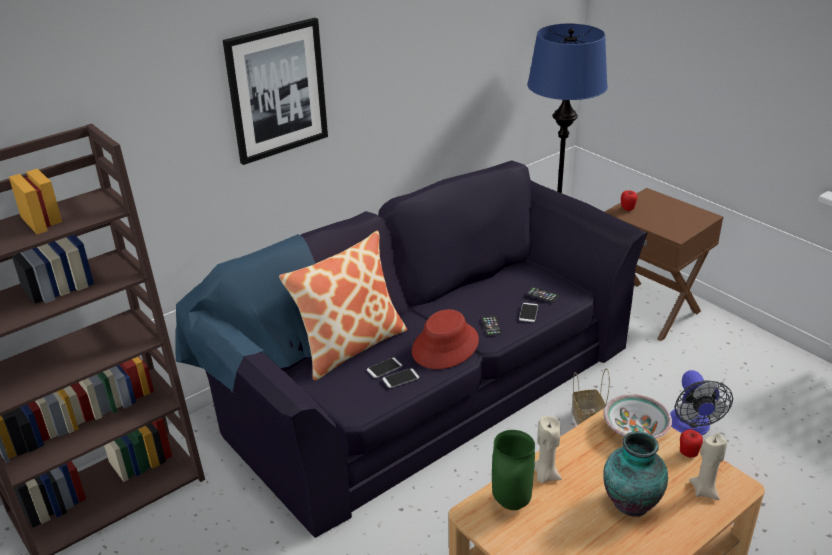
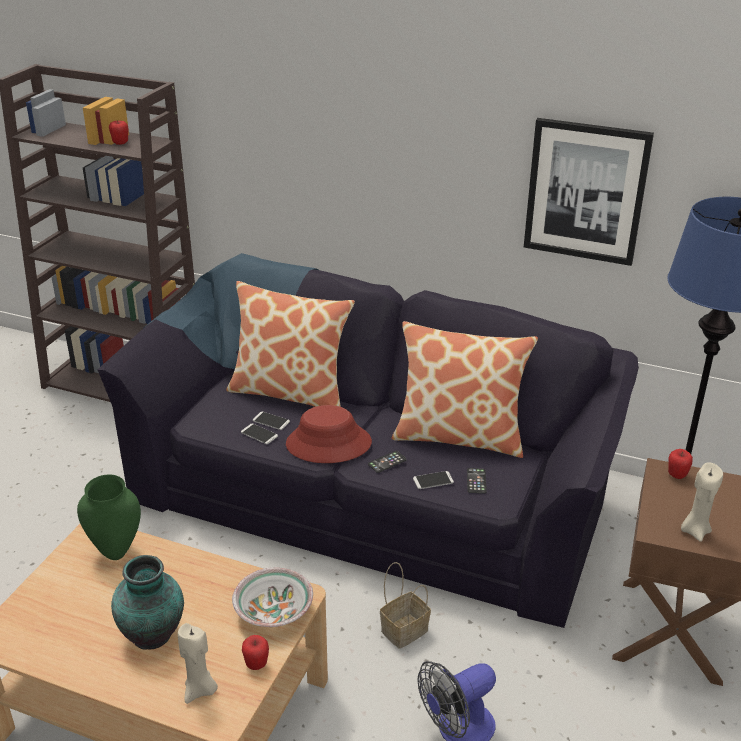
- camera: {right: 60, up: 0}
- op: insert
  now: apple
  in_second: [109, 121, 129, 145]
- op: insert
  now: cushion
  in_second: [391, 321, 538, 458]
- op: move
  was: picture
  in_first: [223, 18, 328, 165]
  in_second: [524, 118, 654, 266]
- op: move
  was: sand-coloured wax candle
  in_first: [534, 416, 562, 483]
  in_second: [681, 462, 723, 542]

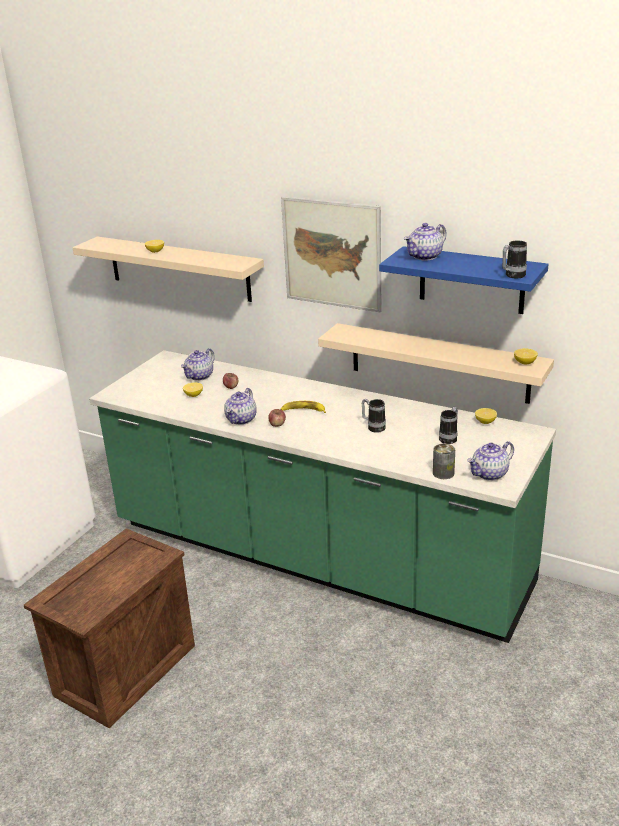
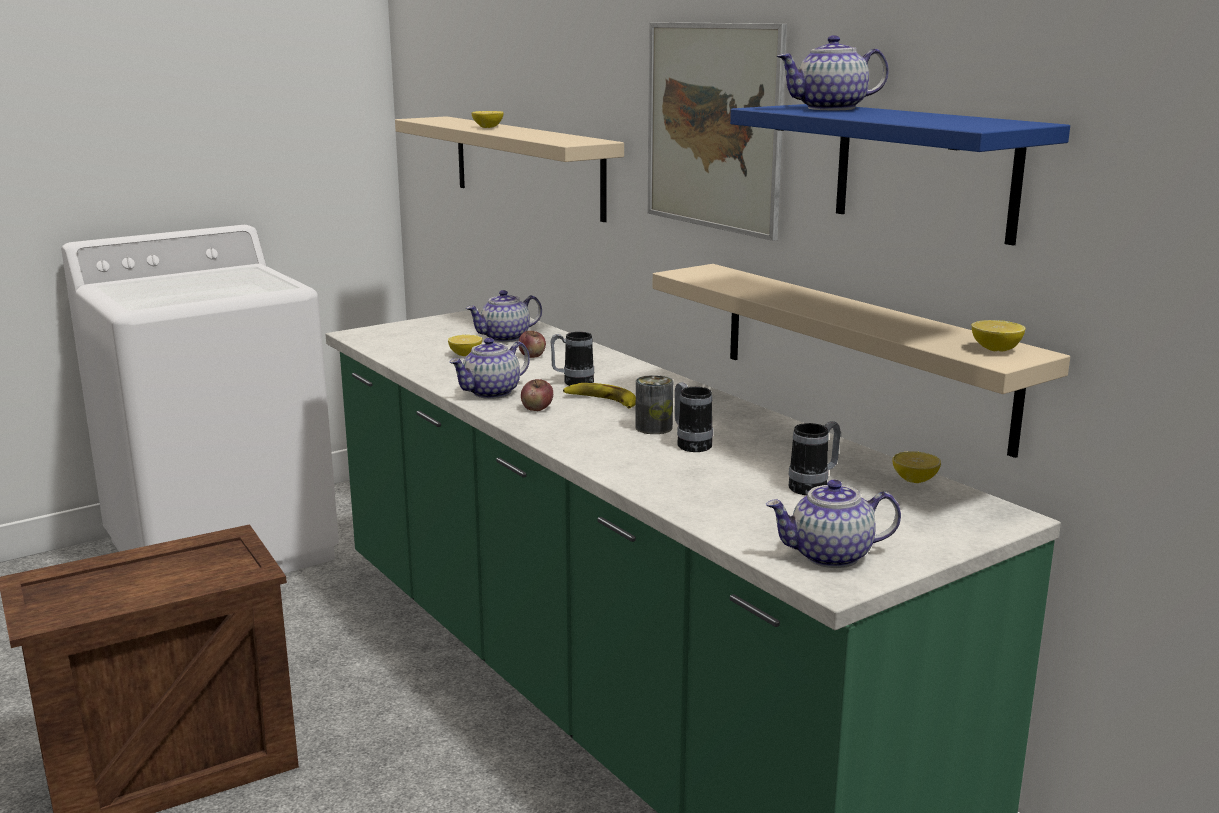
- camera: {right: 25, up: -10}
- op: move
  was: coffee mug
  in_first: [502, 241, 527, 278]
  in_second: [550, 332, 594, 386]
- op: move
  was: metal can
  in_first: [433, 444, 455, 479]
  in_second: [635, 375, 673, 434]

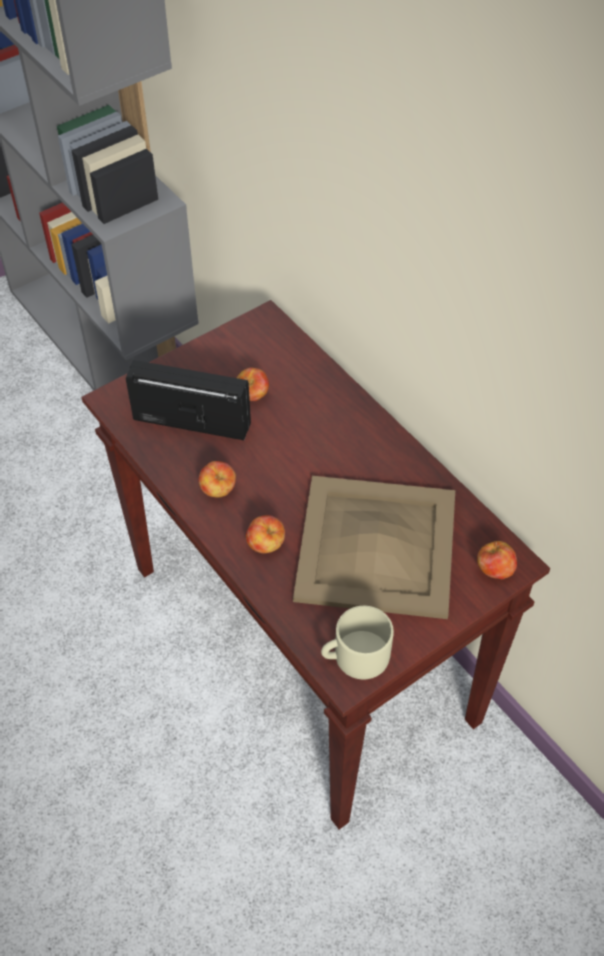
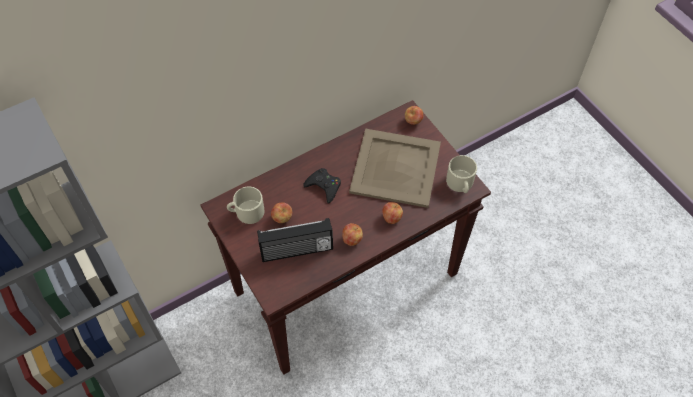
- camera: {right: -85, up: 5}
- op: insert
  now: sand-coloured coffee mug
  in_second: [227, 186, 264, 224]
- op: rotate
  was: radio set
  in_first: [126, 360, 251, 440]
  in_second: [257, 218, 333, 262]
  clockwise: -120
- op: insert
  now: blackish joypad
  in_second: [303, 168, 341, 204]

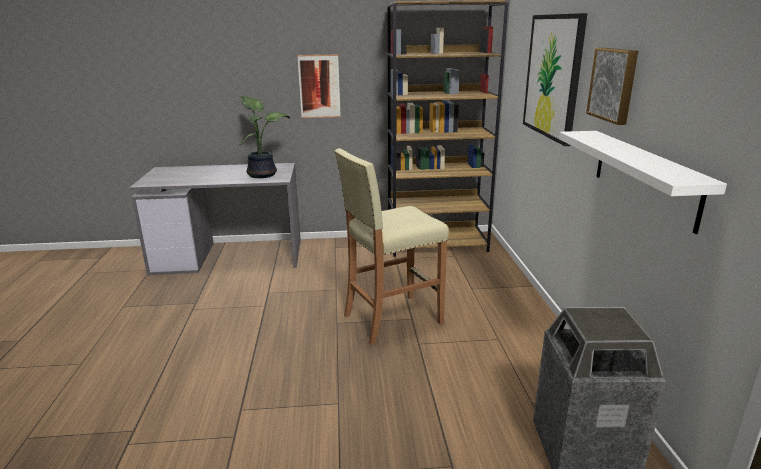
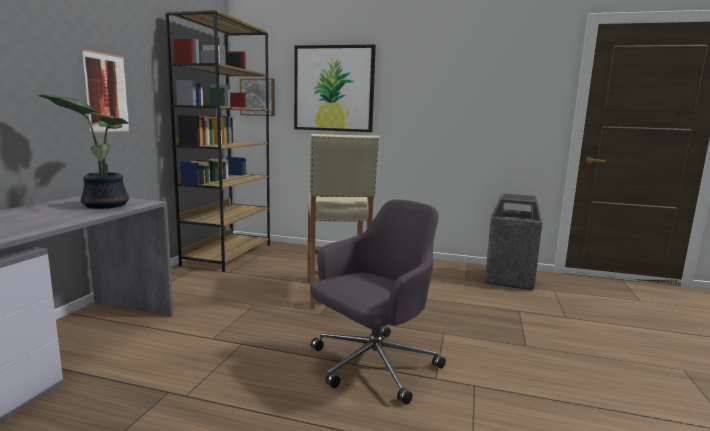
- camera: {right: -70, up: -10}
- op: move
  was: picture
  in_first: [586, 48, 638, 125]
  in_second: [240, 78, 275, 116]
- op: insert
  now: gray office chair
  in_second: [311, 199, 446, 405]
- op: delete
  was: white-coloured shelf
  in_first: [559, 131, 727, 234]

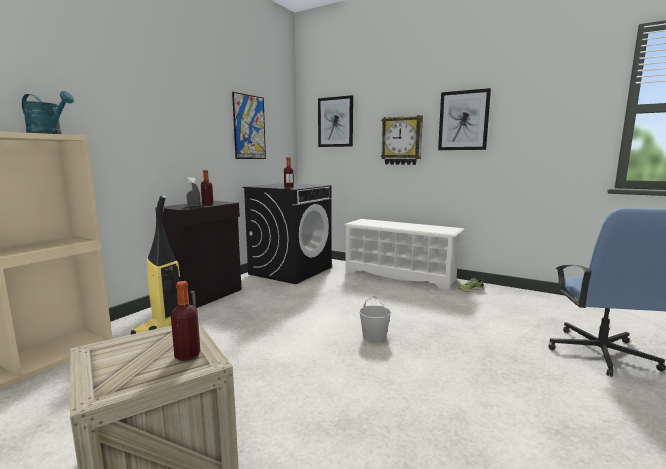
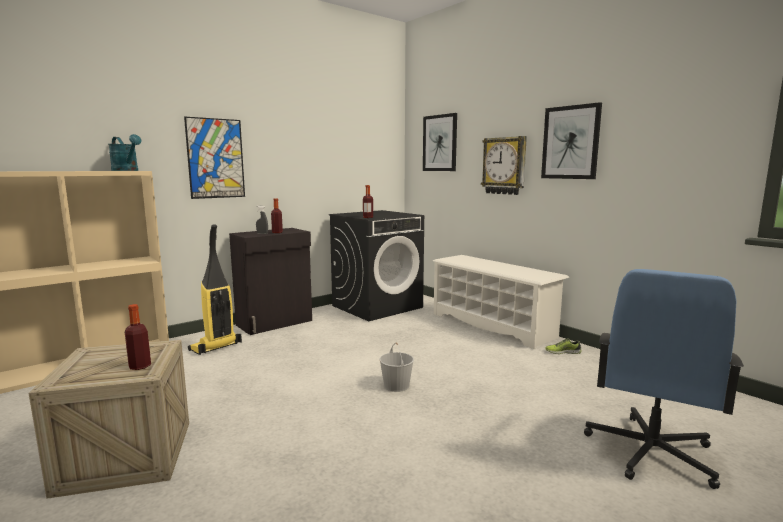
- camera: {right: 20, up: 0}
- op: move
  was: picture
  in_first: [232, 92, 266, 159]
  in_second: [184, 117, 245, 199]

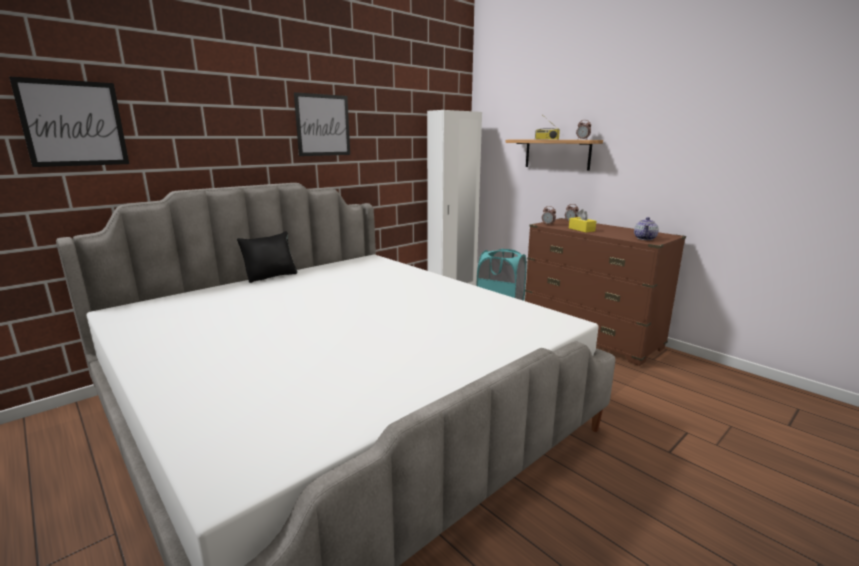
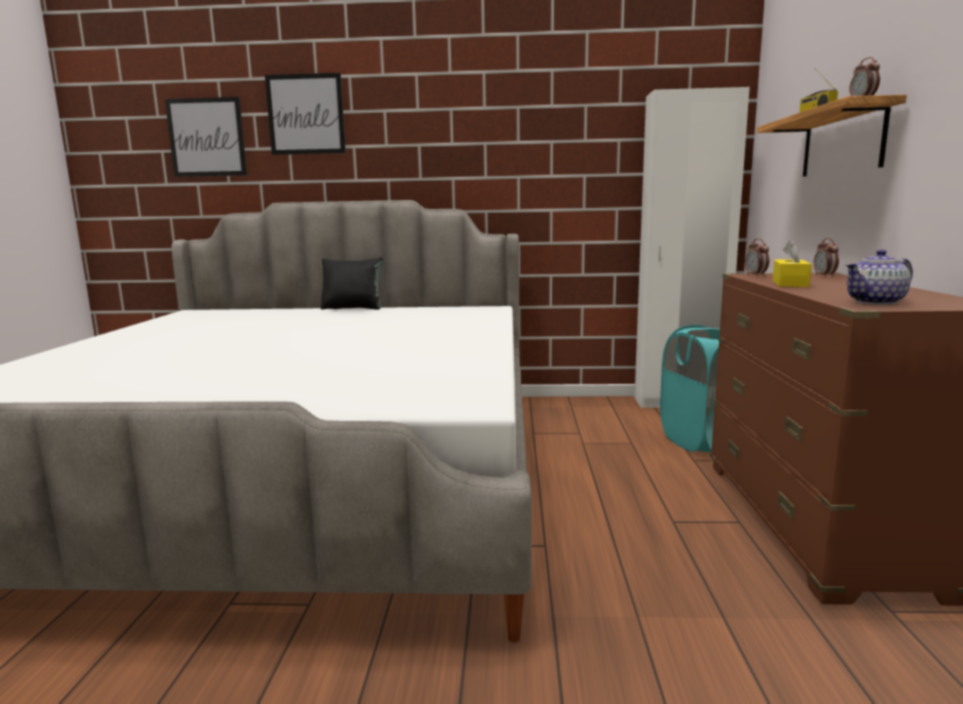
- camera: {right: 45, up: -5}
- op: move
  was: picture
  in_first: [294, 92, 350, 156]
  in_second: [265, 73, 346, 155]

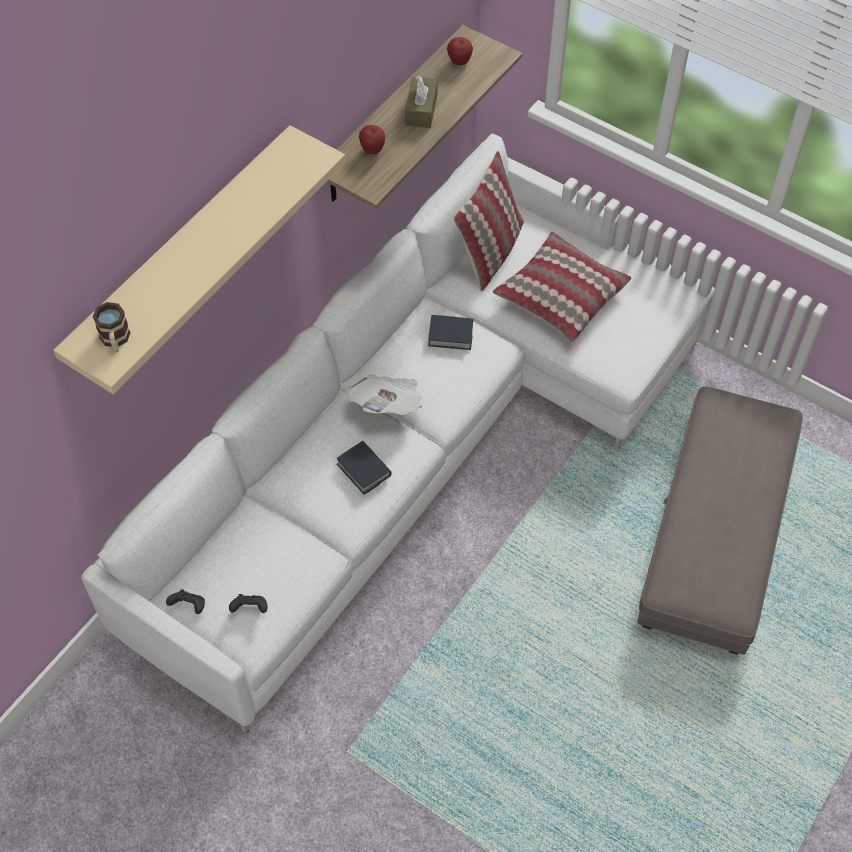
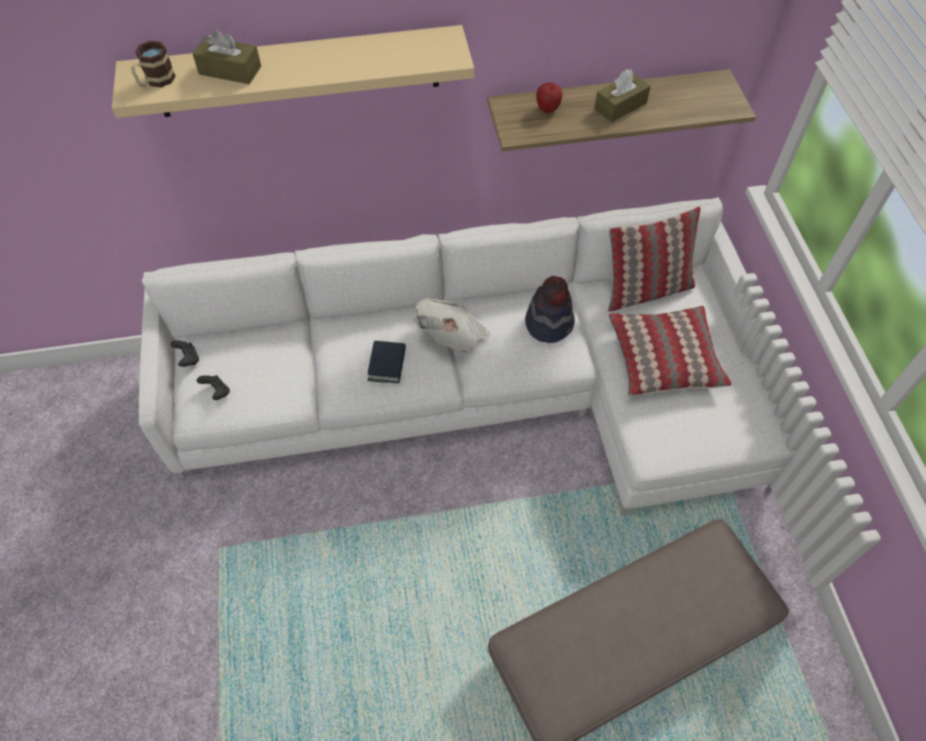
- camera: {right: 45, up: 0}
- op: insert
  now: brownish tissue holder
  in_second: [193, 29, 261, 84]
- op: replace
  was: bound book
  now: hat
  in_first: [428, 315, 473, 350]
  in_second: [525, 276, 575, 343]
- op: delete
  was: apple
  in_first: [447, 37, 473, 65]

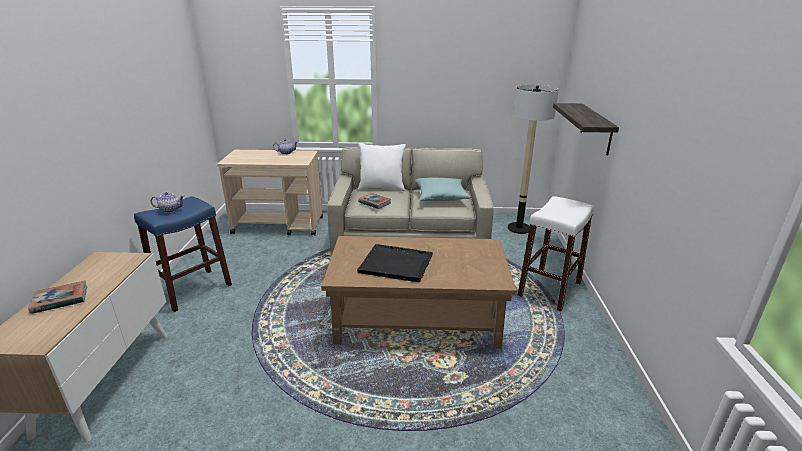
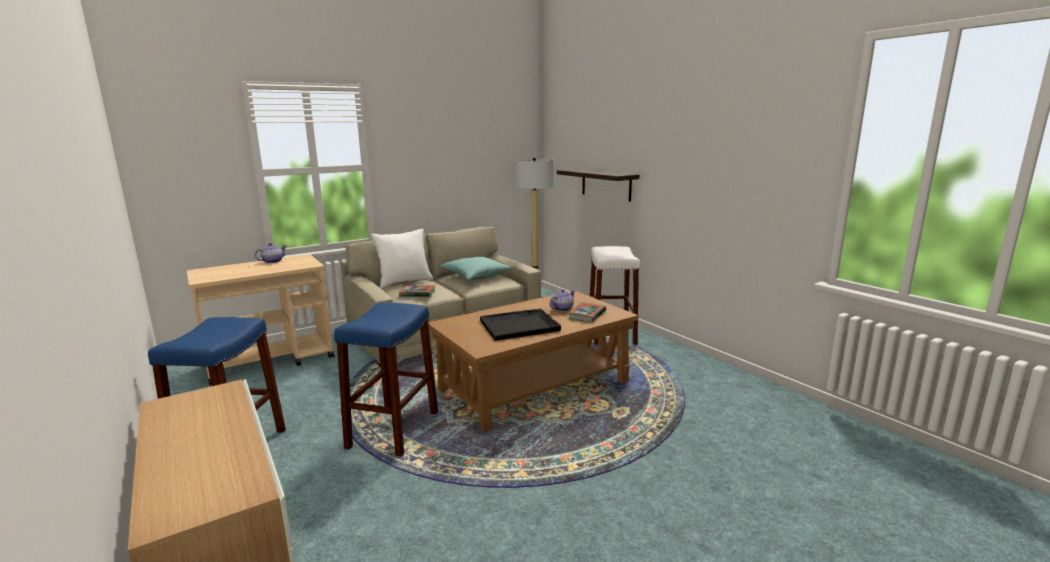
- camera: {right: -35, up: -10}
- op: insert
  now: bluish stool seat
  in_second: [334, 302, 438, 457]
- op: move
  was: pot for tea
  in_first: [151, 192, 184, 213]
  in_second: [550, 289, 575, 311]
- op: move
  was: bound book
  in_first: [28, 281, 87, 314]
  in_second: [568, 302, 606, 322]

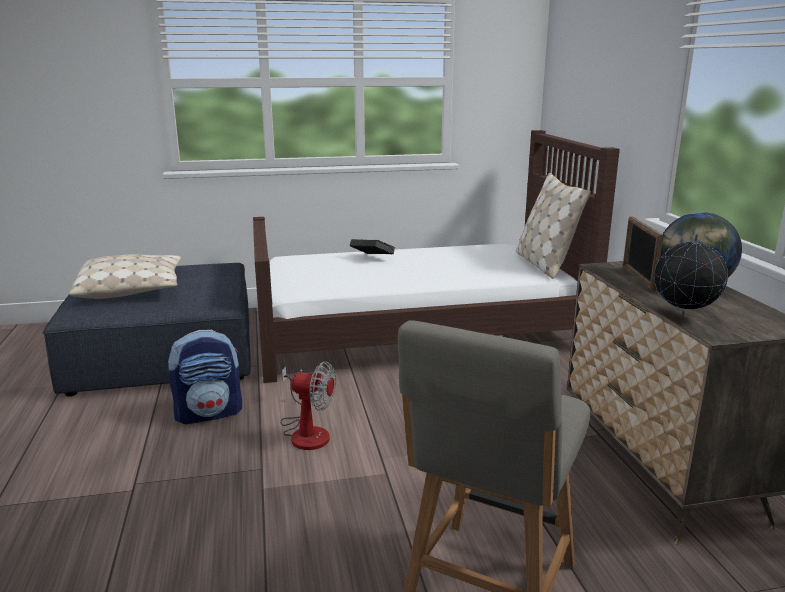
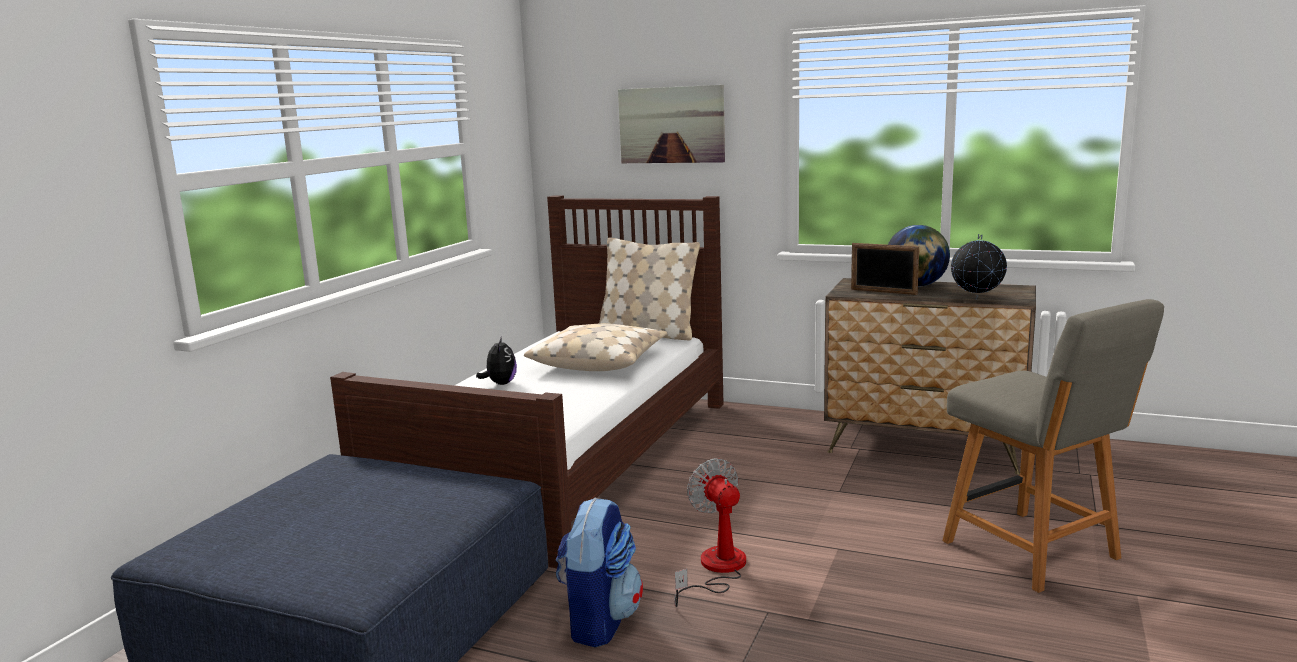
- camera: {right: -55, up: -5}
- op: replace
  was: bound book
  now: plush toy
  in_first: [350, 239, 396, 254]
  in_second: [476, 336, 517, 385]
- op: move
  was: sand-coloured cushion
  in_first: [69, 255, 182, 299]
  in_second: [524, 323, 667, 371]
- op: insert
  now: picture
  in_second: [618, 85, 725, 163]
- op: rotate
  was: cooling fan
  in_first: [280, 361, 336, 450]
  in_second: [674, 458, 746, 607]
  clockwise: -75

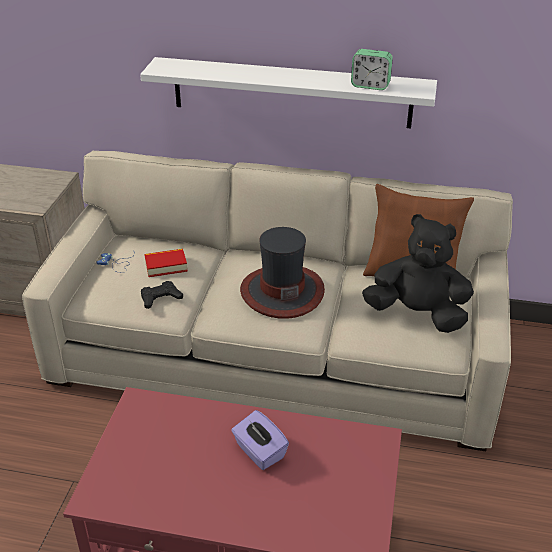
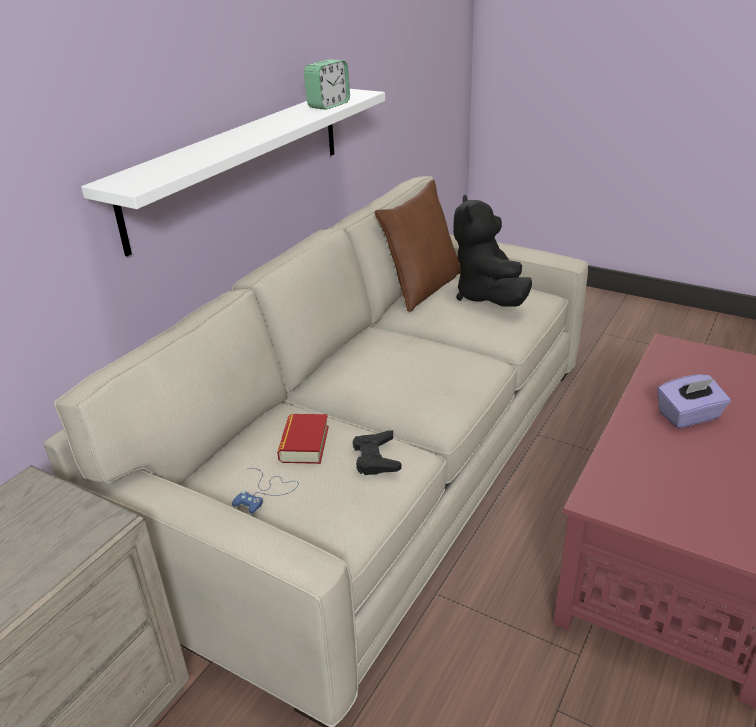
- camera: {right: -70, up: -5}
- op: rotate
  was: blackish plush toy
  in_first: [362, 214, 474, 333]
  in_second: [453, 194, 532, 307]
  clockwise: -45
- op: delete
  was: hat
  in_first: [240, 227, 325, 319]

